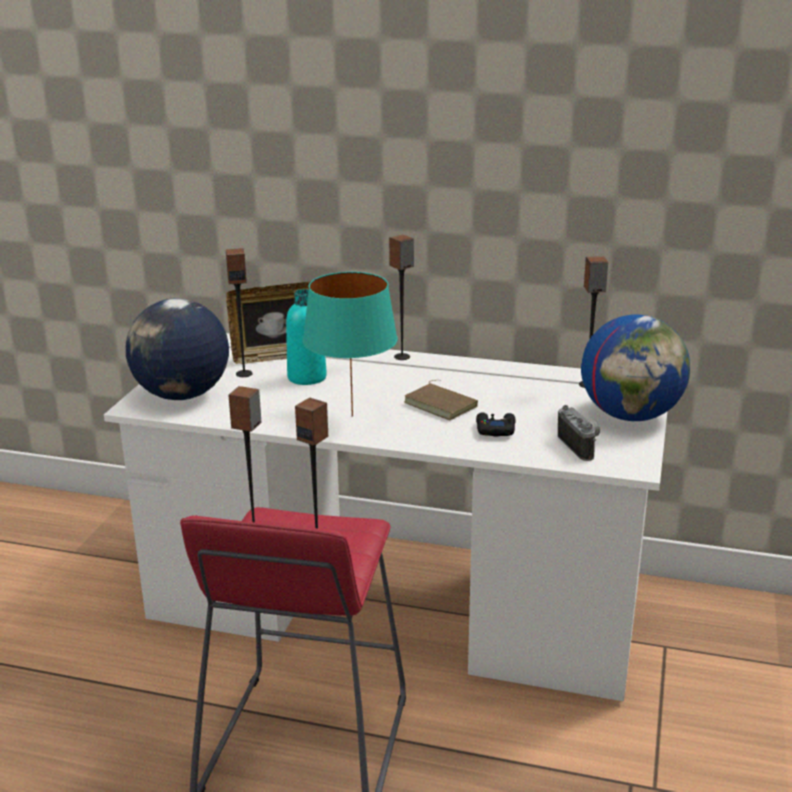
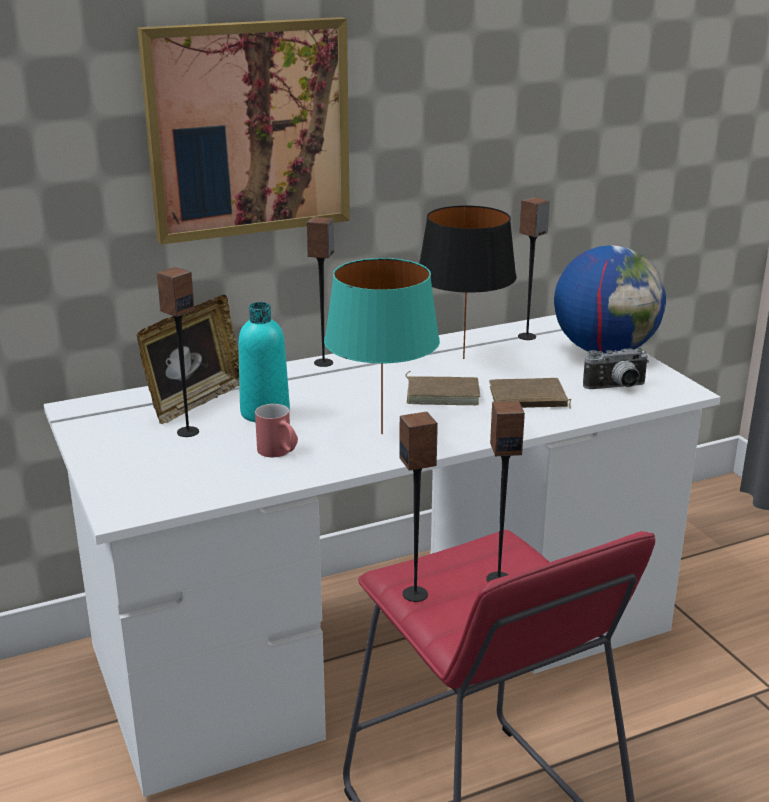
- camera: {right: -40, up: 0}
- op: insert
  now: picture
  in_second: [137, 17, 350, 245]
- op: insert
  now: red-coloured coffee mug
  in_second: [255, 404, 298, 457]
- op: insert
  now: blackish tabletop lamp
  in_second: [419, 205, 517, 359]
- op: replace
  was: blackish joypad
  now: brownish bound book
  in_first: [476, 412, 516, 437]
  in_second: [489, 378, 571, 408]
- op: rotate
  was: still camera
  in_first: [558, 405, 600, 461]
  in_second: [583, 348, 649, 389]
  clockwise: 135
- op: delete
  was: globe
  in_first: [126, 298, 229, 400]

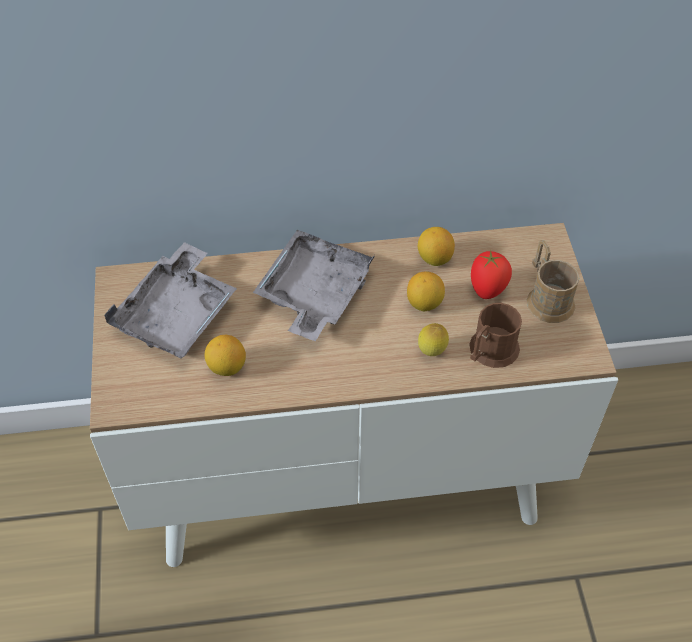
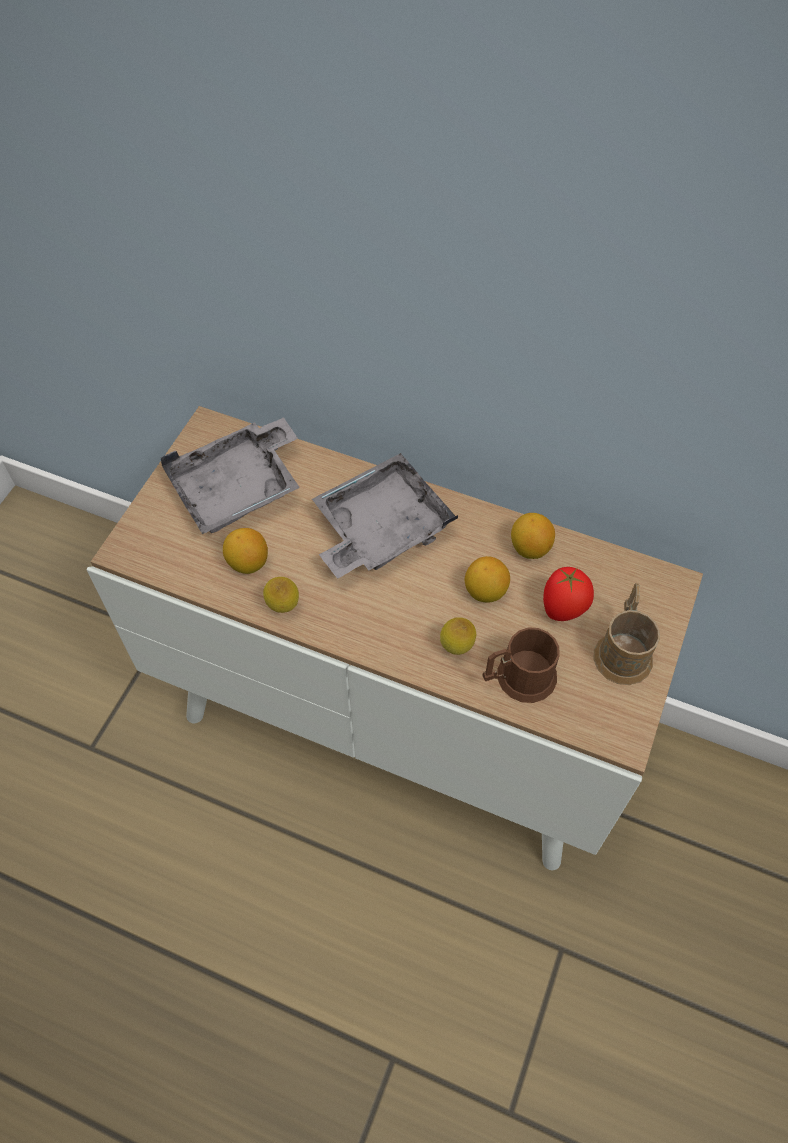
- camera: {right: 30, up: 5}
- op: insert
  now: whole lemon
  in_second: [263, 577, 299, 613]

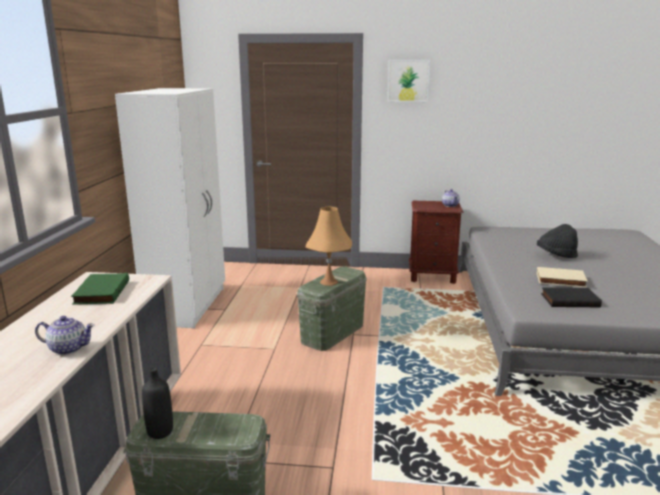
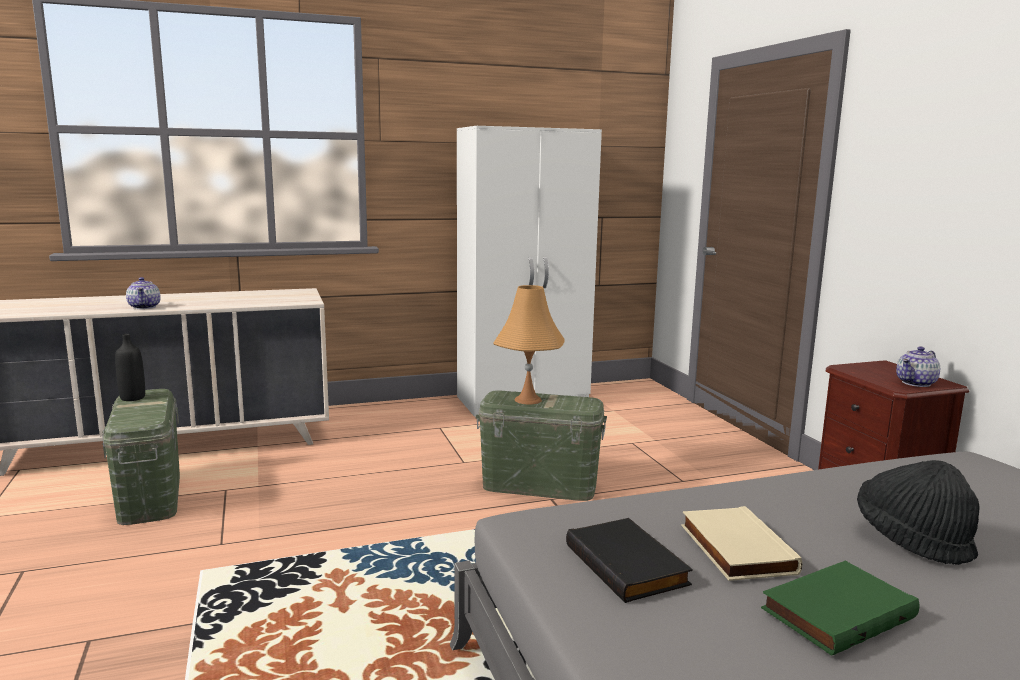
- camera: {right: 65, up: -5}
- op: move
  was: green bound book
  in_first: [71, 273, 129, 305]
  in_second: [761, 561, 920, 656]
- op: delete
  was: picture
  in_first: [388, 60, 430, 102]

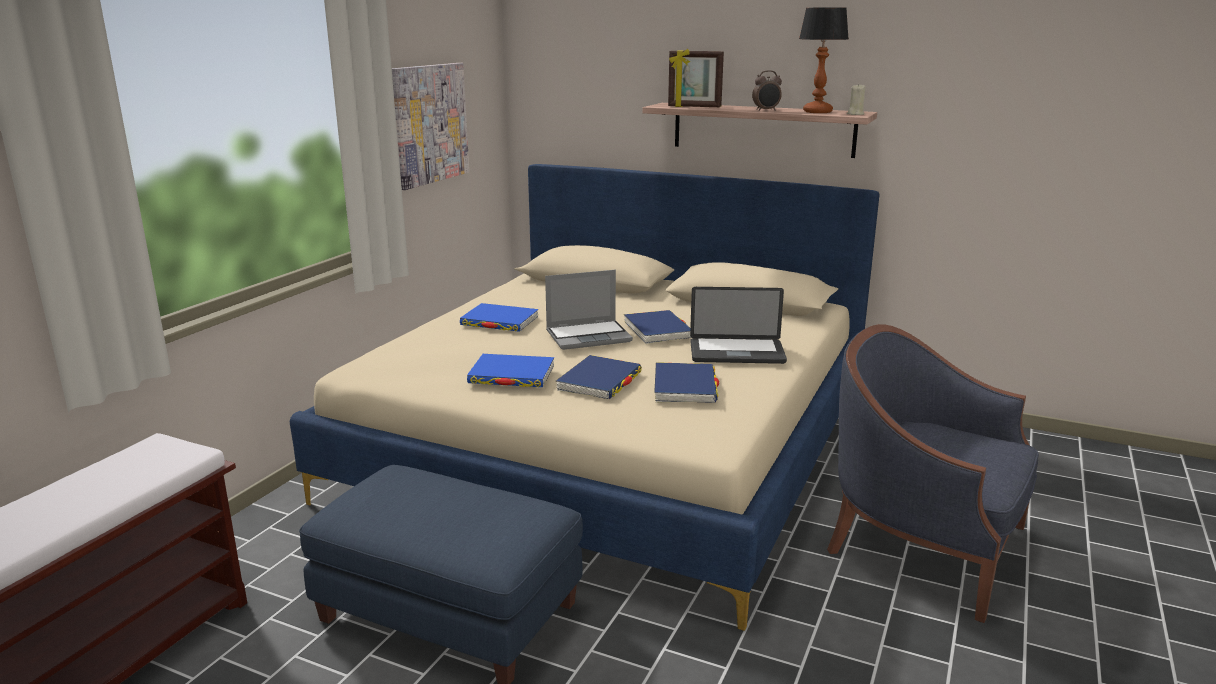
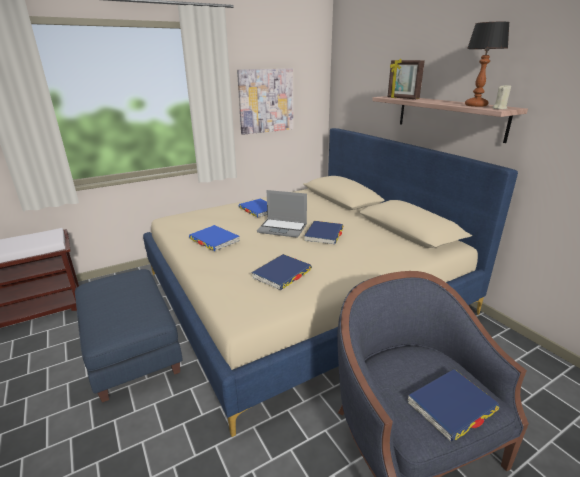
- camera: {right: 35, up: 5}
- op: move
  was: bluish bound book
  in_first: [556, 355, 642, 399]
  in_second: [408, 369, 500, 442]
- op: delete
  was: notebook computer
  in_first: [690, 287, 787, 364]
- op: delete
  was: table clock
  in_first: [752, 70, 782, 111]

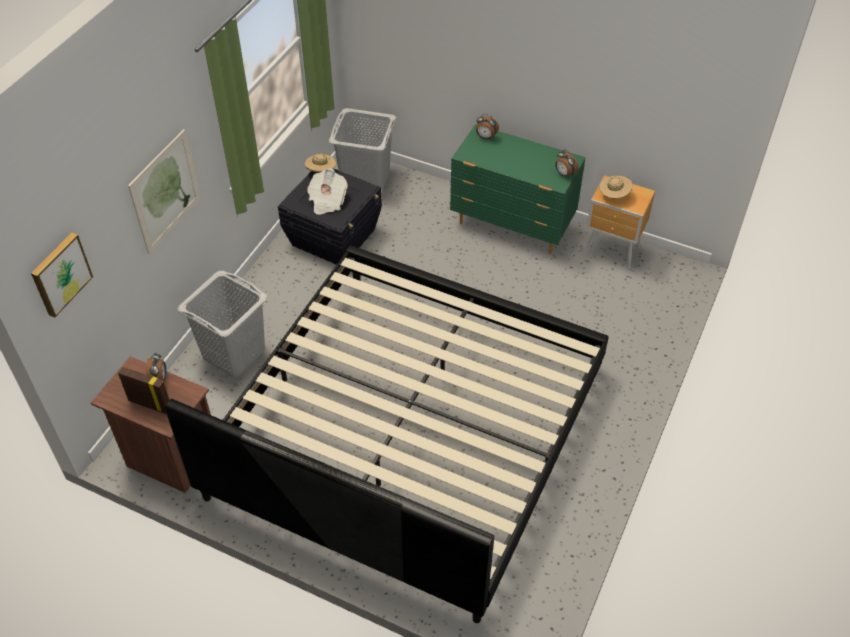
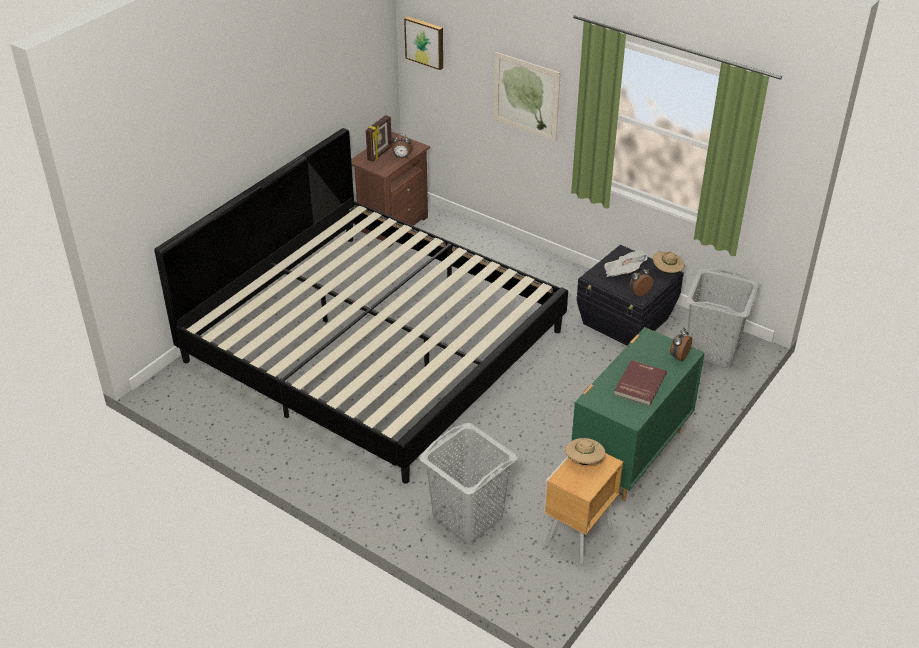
- camera: {right: 100, up: -10}
- op: move
  was: gray washing basket
  in_first: [178, 271, 267, 377]
  in_second: [419, 423, 518, 544]
- op: insert
  now: red-coloured bound book
  in_second: [614, 360, 667, 406]
- op: move
  was: table clock
  in_first: [555, 150, 579, 178]
  in_second: [630, 266, 653, 296]

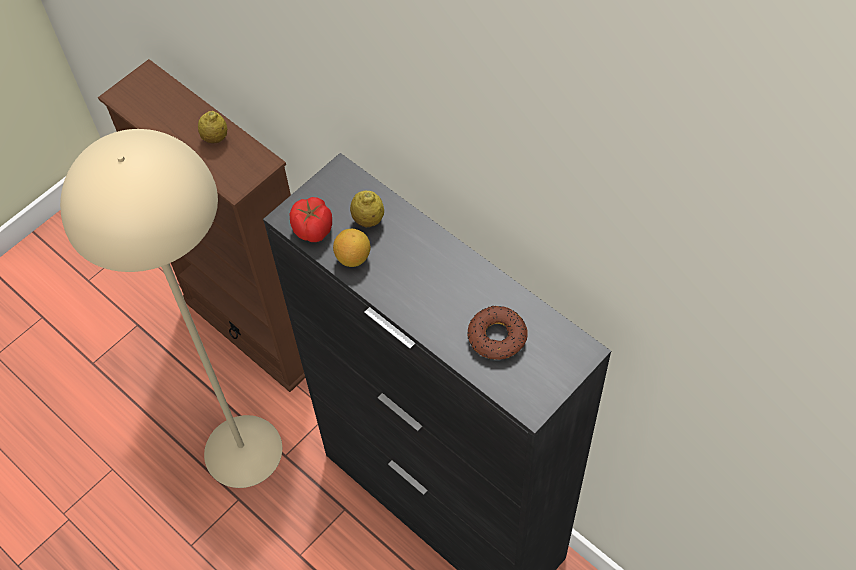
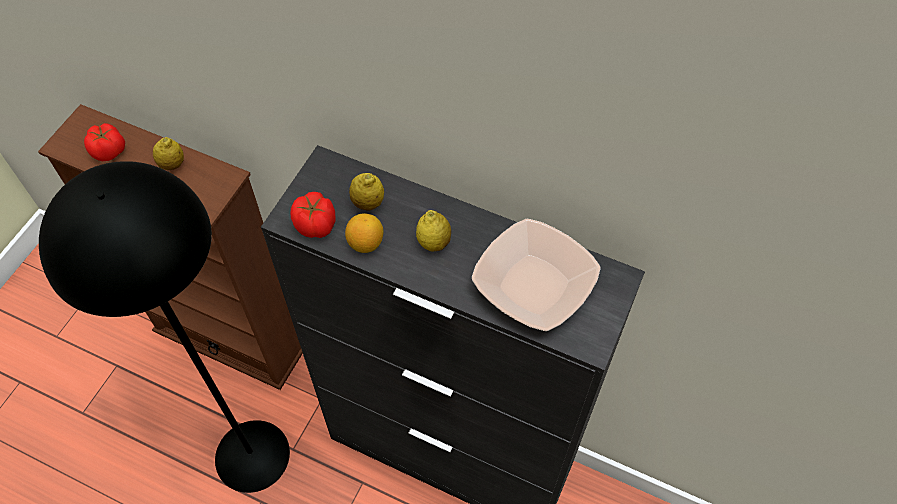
- camera: {right: -20, up: 0}
- op: recolor
  was: sand-coloured standing lamp
  now: blackish standing lamp
  in_first: [60, 129, 282, 488]
  in_second: [39, 161, 290, 493]
- op: insert
  now: whole tomato
  in_second: [84, 123, 125, 161]
- op: insert
  now: whole lemon
  in_second: [416, 210, 451, 252]
- op: replace
  was: ring doughnut
  now: deep dish
  in_first: [467, 305, 528, 360]
  in_second: [472, 219, 601, 331]

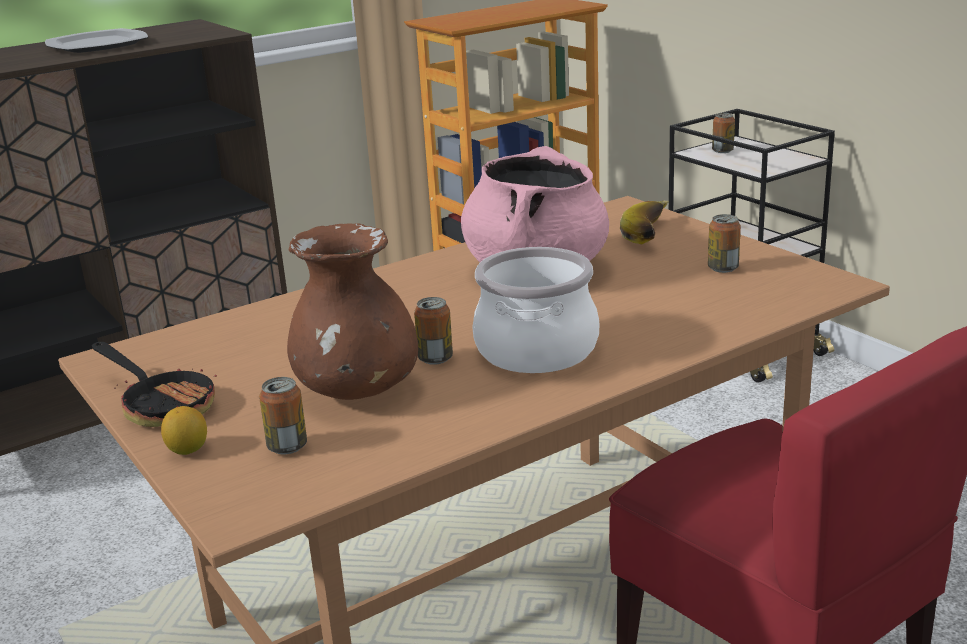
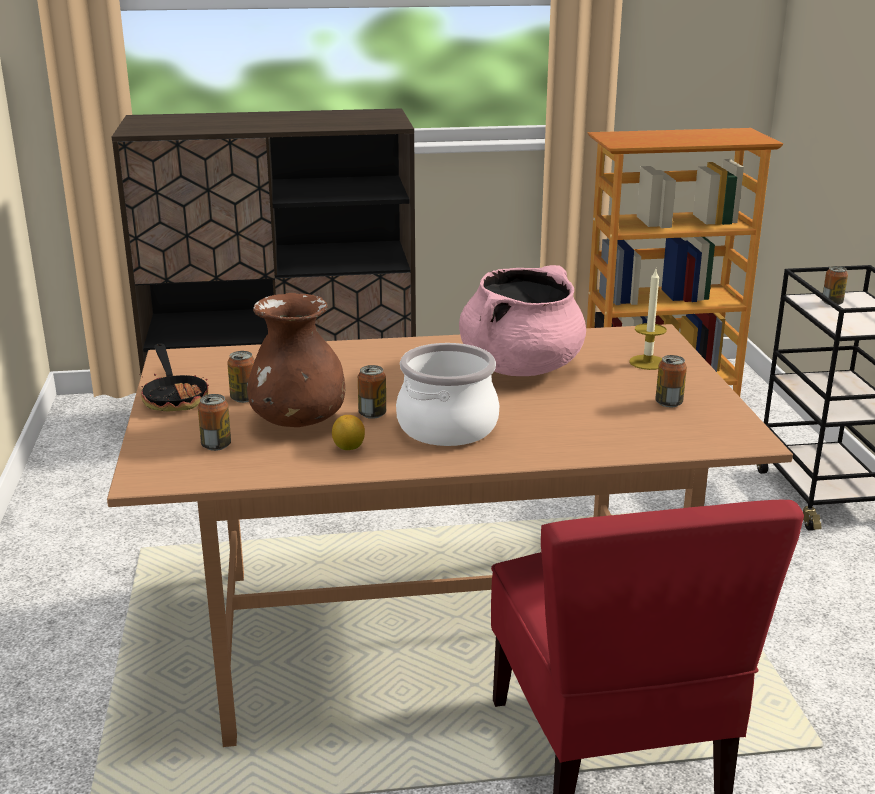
- camera: {right: 25, up: 0}
- op: insert
  now: metal can
  in_second: [227, 351, 255, 403]
- op: move
  was: whole lemon
  in_first: [161, 406, 207, 455]
  in_second: [332, 415, 365, 450]
- op: replace
  was: banana fruit
  now: wax candle
  in_first: [620, 201, 669, 244]
  in_second: [629, 269, 667, 370]
- op: delete
  was: flat dish
  in_first: [45, 28, 148, 53]

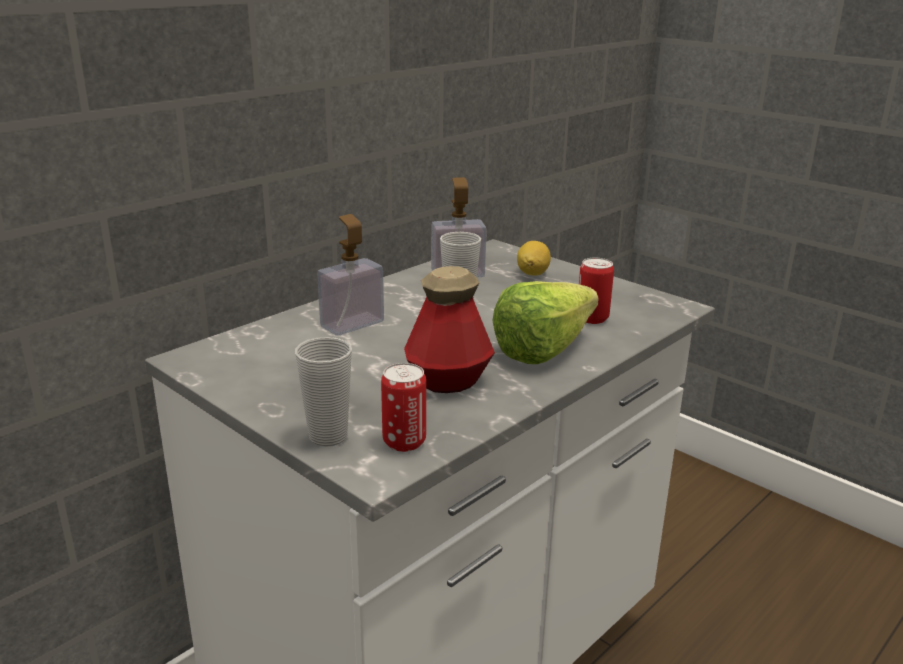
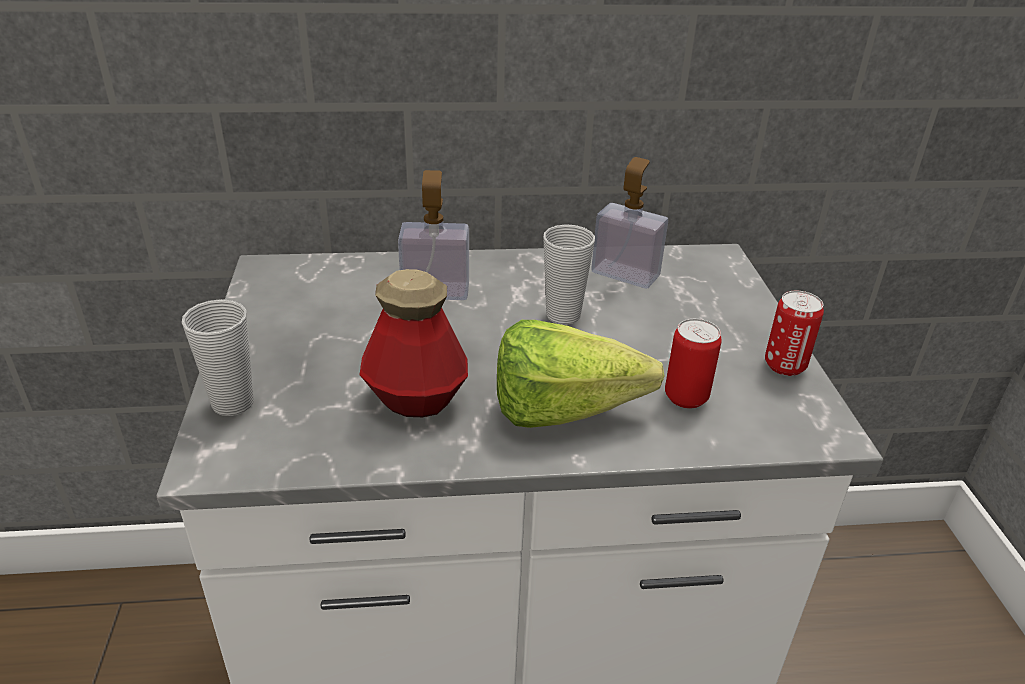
- camera: {right: 40, up: 10}
- op: move
  was: metal can
  in_first: [381, 363, 426, 452]
  in_second: [765, 291, 824, 376]
- op: delete
  was: whole lemon
  in_first: [517, 241, 551, 276]

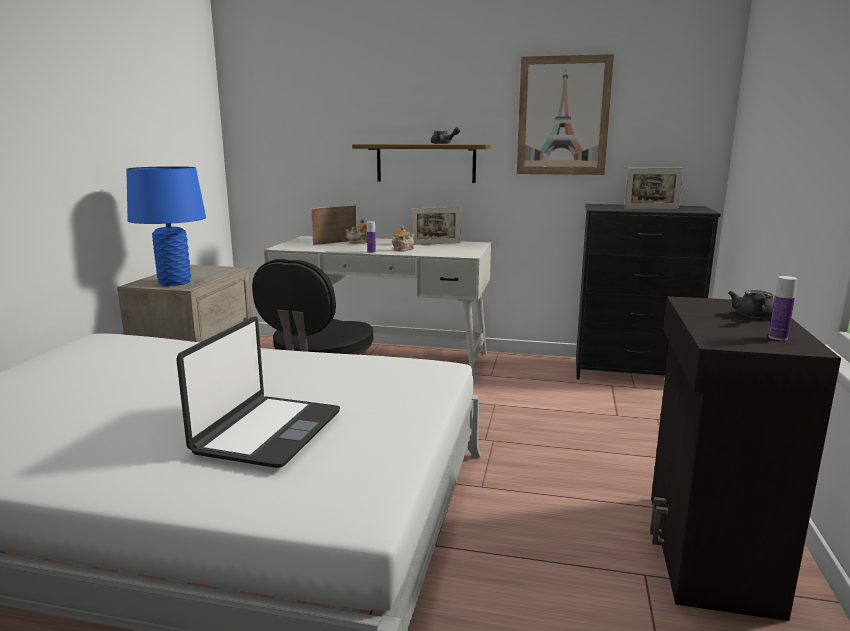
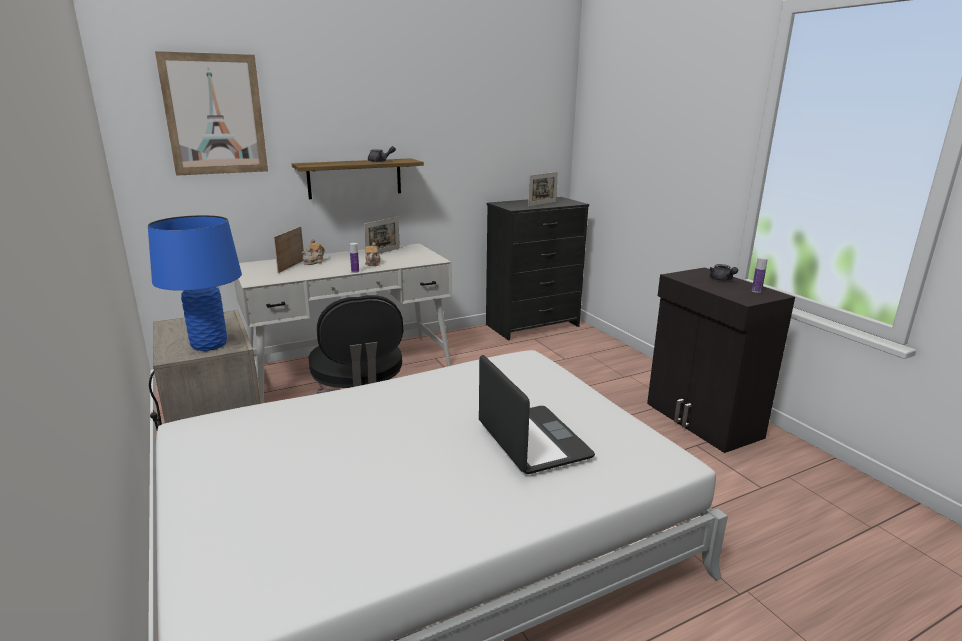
- camera: {right: -40, up: 5}
- op: move
  was: picture
  in_first: [517, 54, 614, 175]
  in_second: [155, 51, 268, 176]

